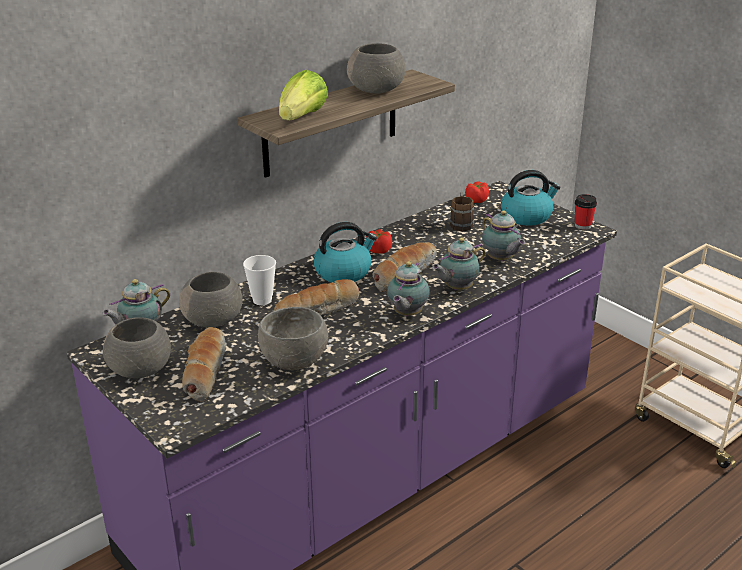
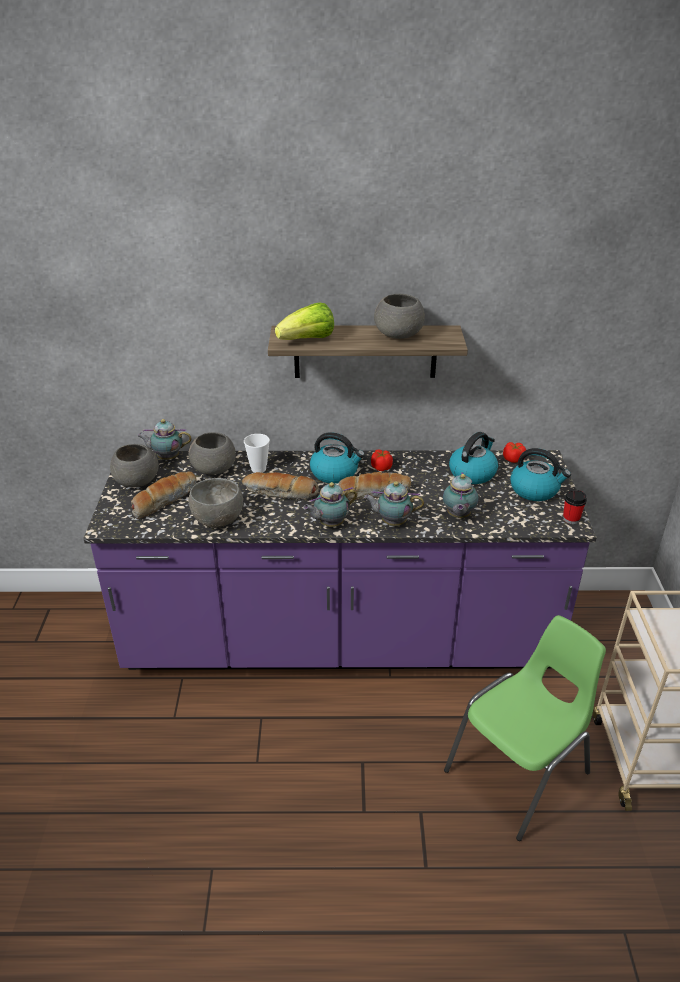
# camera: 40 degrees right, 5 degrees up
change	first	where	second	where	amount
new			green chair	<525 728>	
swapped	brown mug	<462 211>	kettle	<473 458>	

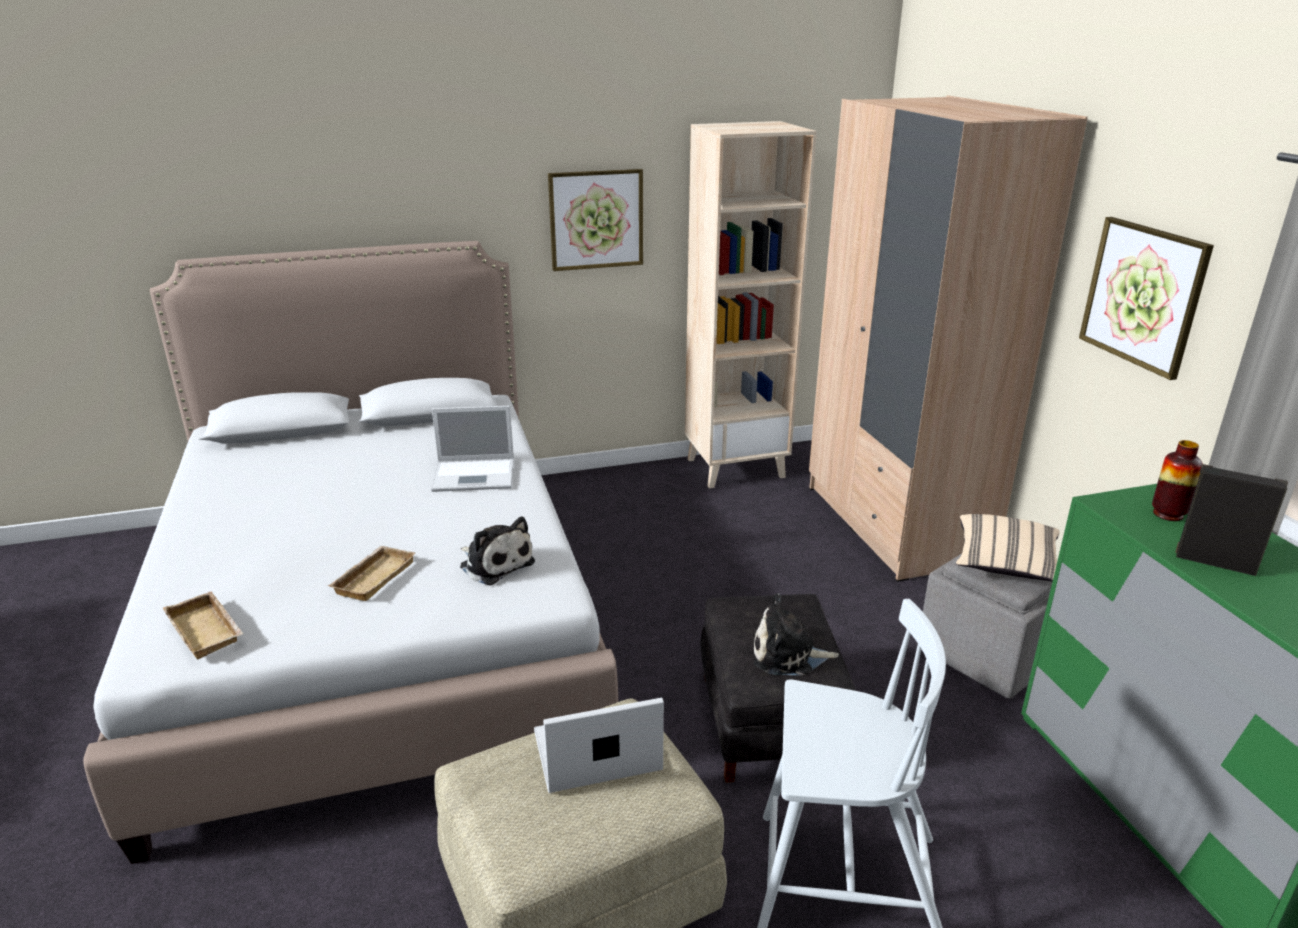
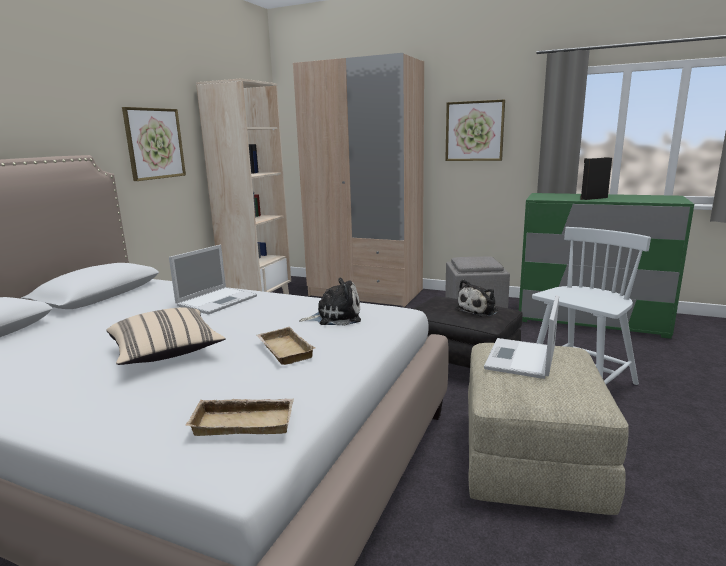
# camera: 50 degrees left, 10 degrees down
change	first	where	second	where	amount
gone	vase	<1177 480>			
shifted	beige pillow	<1008 548>		<165 336>	

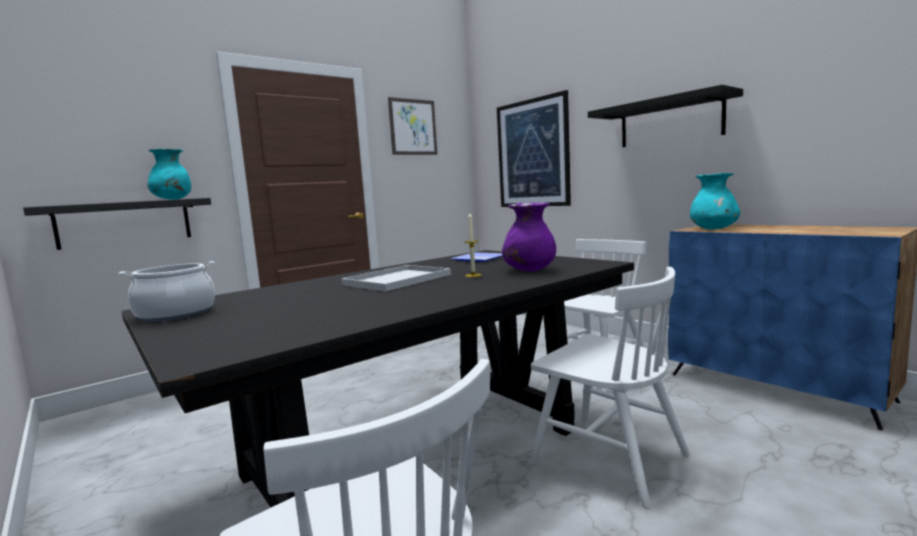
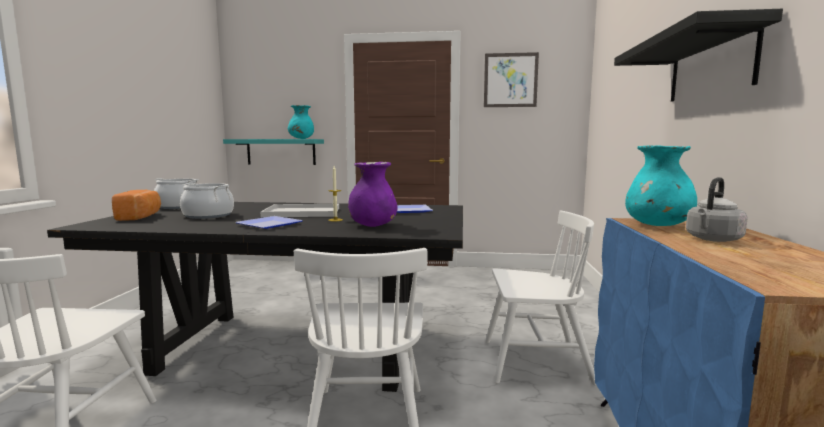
# camera: 45 degrees right, 0 degrees up
change	first	where	second	where	amount
gone	picture	<534 148>			
new			bread	<136 205>	
new			cooking pot	<207 201>	
new			plate	<269 222>	
new			grey kettle	<717 209>	
repainted	black shelf	<117 224>	turquoise shelf	<273 152>	

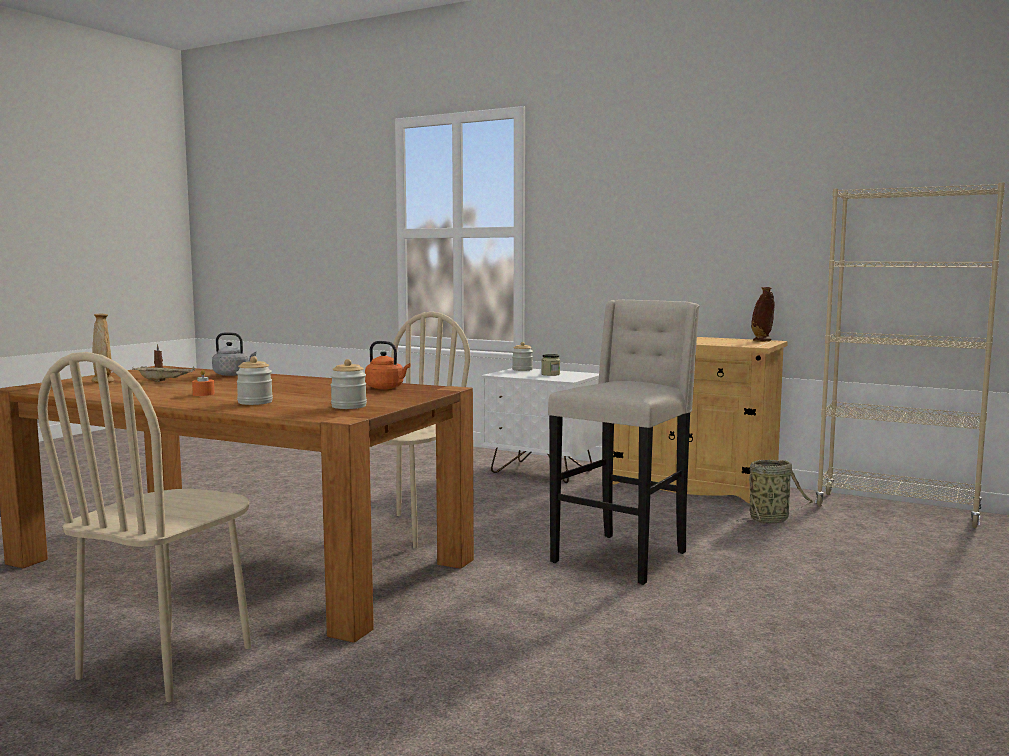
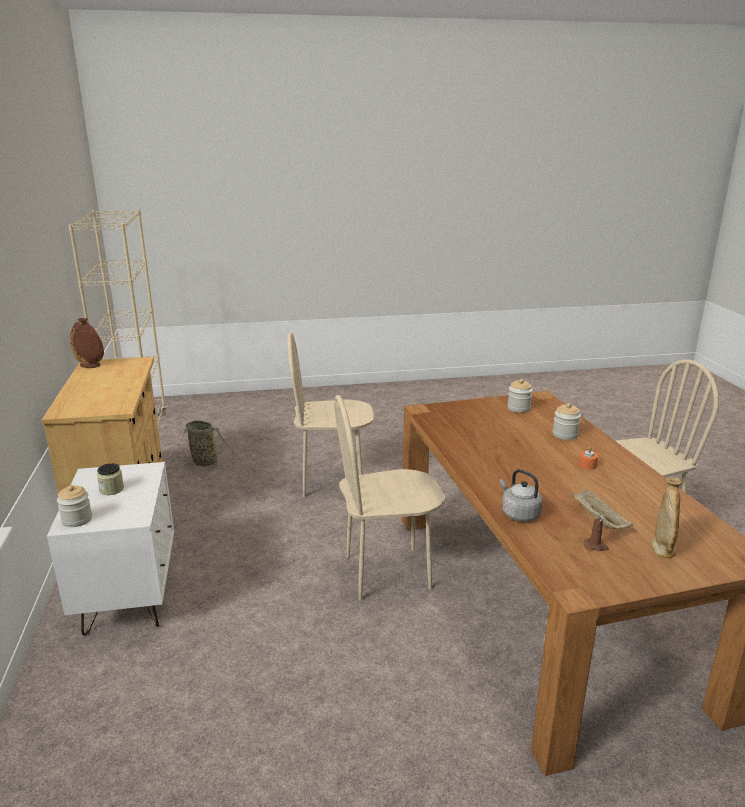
# camera: 130 degrees left, 15 degrees up
change	first	where	second	where	amount
gone	orange kettle	<387 365>			
swapped	beige stool	<624 442>	beige chair	<330 414>	

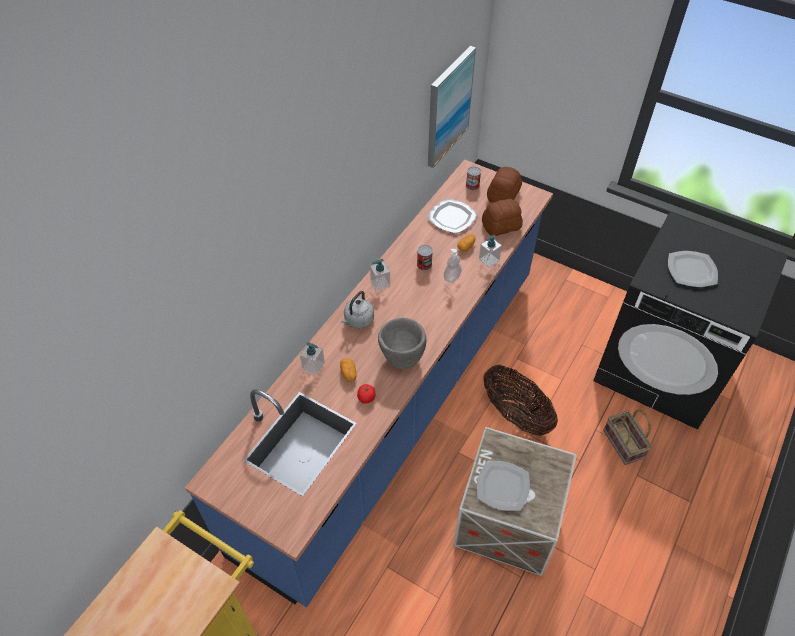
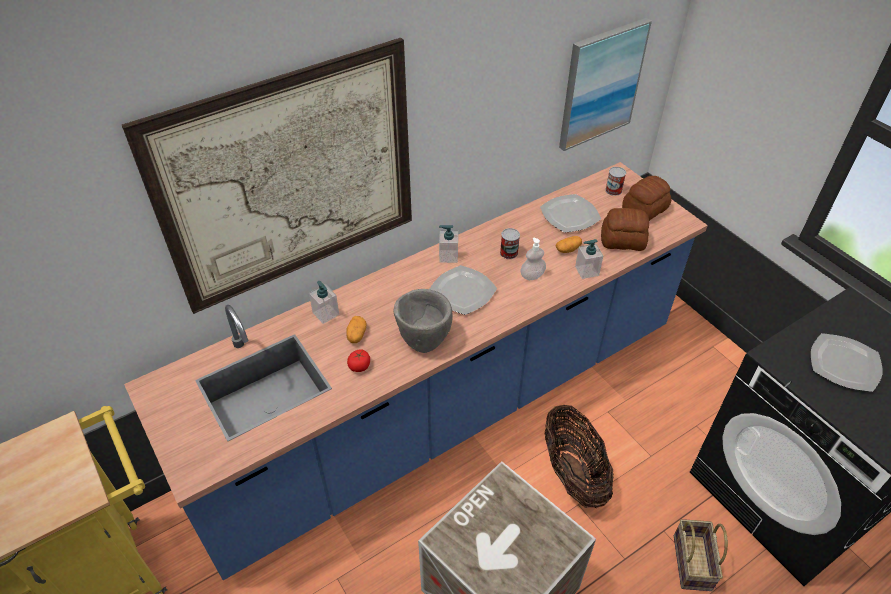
# camera: 25 degrees right, 5 degrees down
change	first	where	second	where	amount
gone	grey kettle	<357 310>			
new			picture	<267 176>	
shifted	plate	<503 486>		<463 290>	

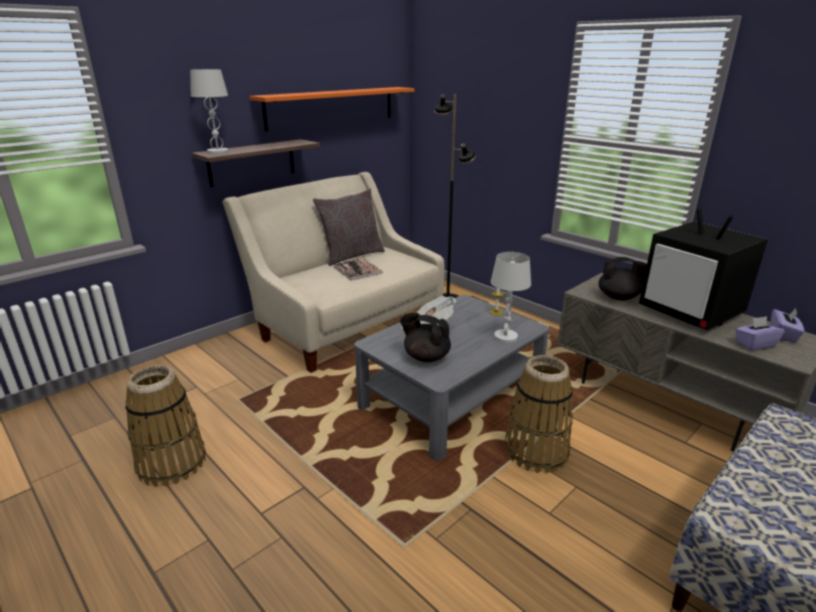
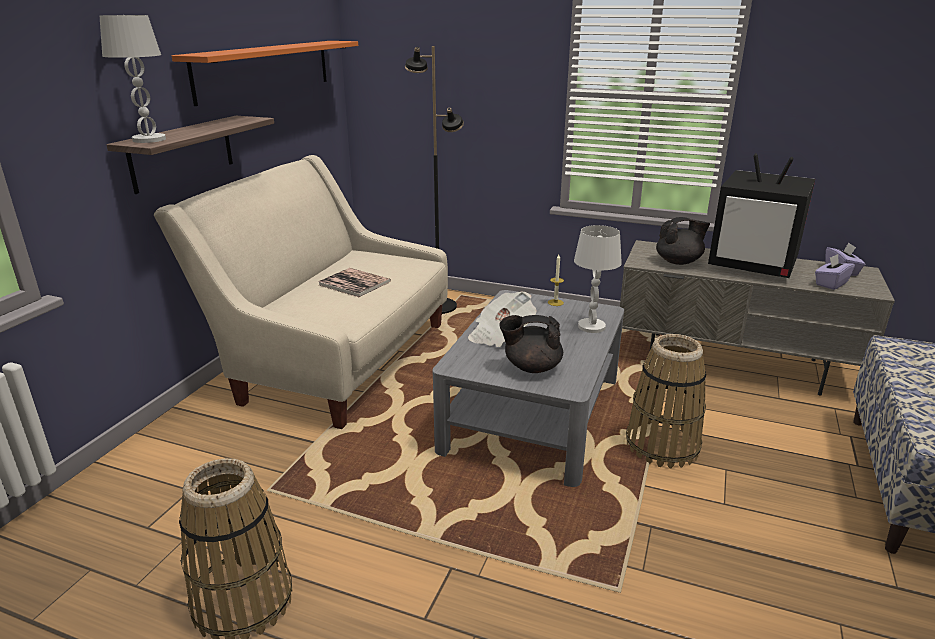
# camera: 25 degrees left, 0 degrees up
change	first	where	second	where	amount
gone	grey pillow	<349 227>			

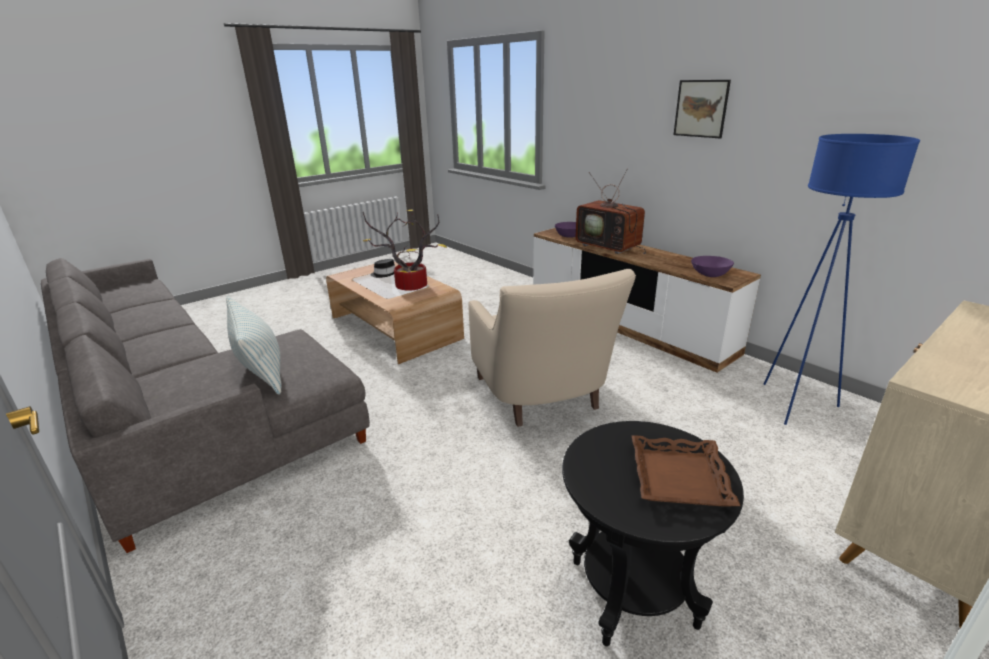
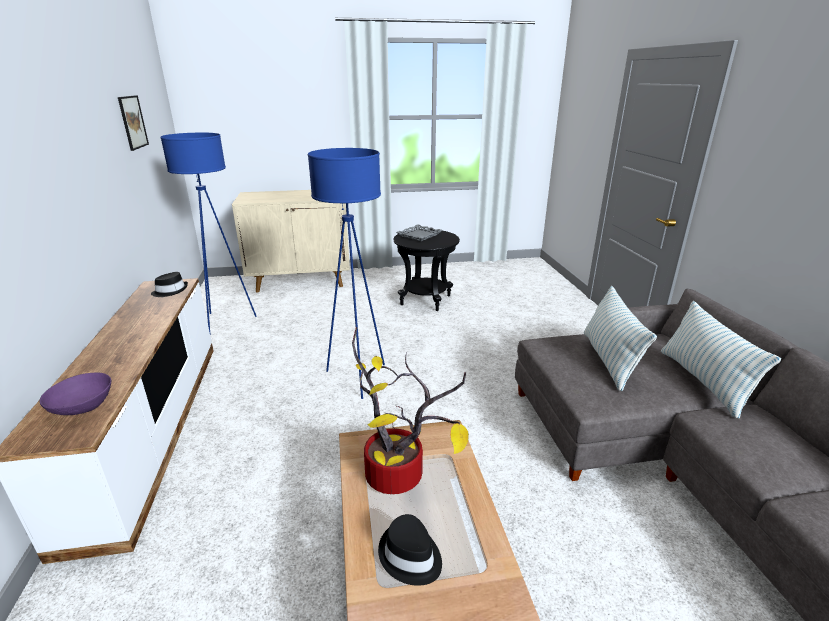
# camera: 150 degrees left, 0 degrees up
change	first	where	second	where	amount
gone	television	<611 211>			
new			pillow	<721 360>	
shifted	picture	<702 109>		<133 123>	
swapped	beige armchair	<552 348>	blue floor lamp	<346 273>	
swapped	purple bowl	<712 266>	black hat	<169 284>	
repainted	brown tray	<686 471>	grey tray	<419 232>	

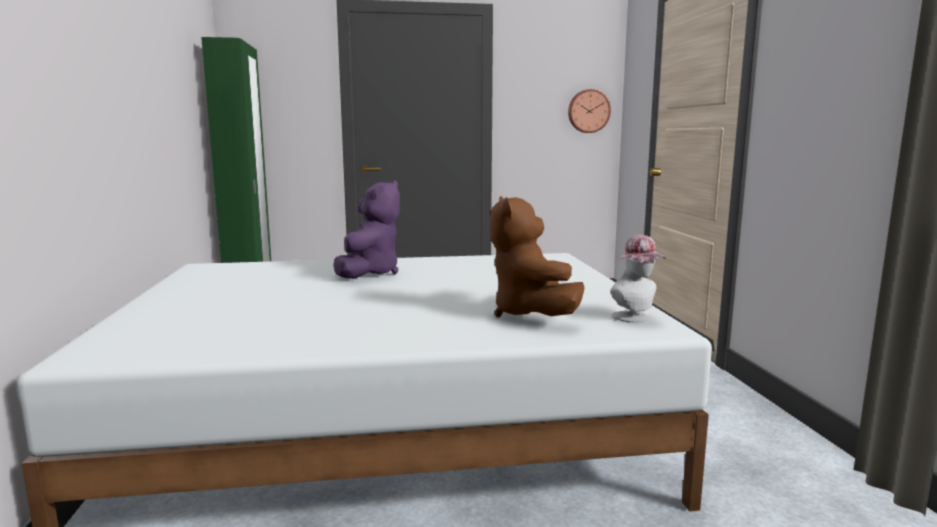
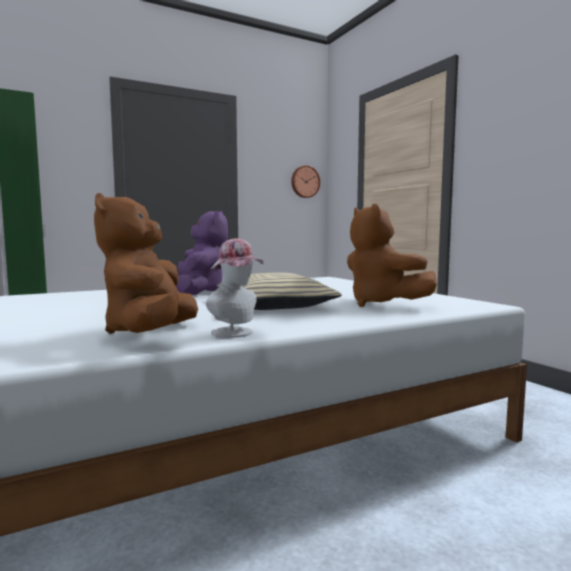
# camera: 20 degrees left, 5 degrees down
change	first	where	second	where	amount
new			brown plush toy	<146 263>	
new			beige pillow	<279 291>	
shifted	hat	<638 279>		<234 288>	

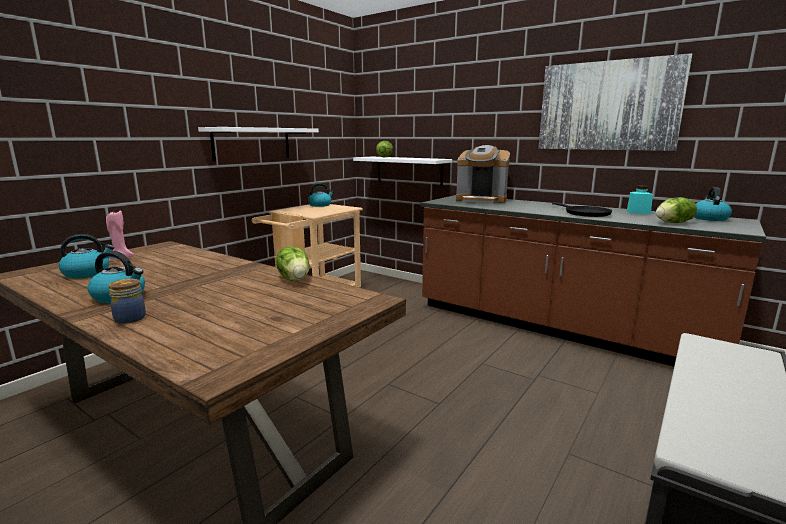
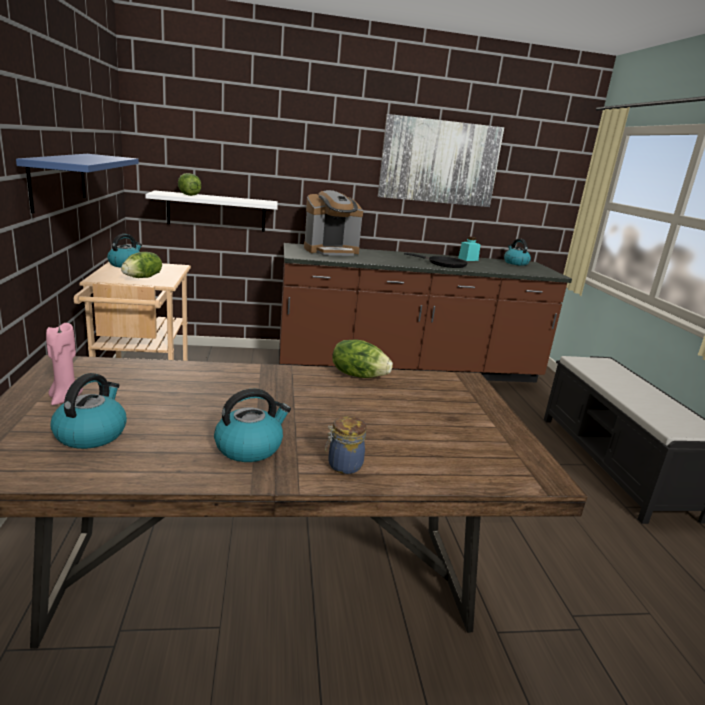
# camera: 45 degrees left, 5 degrees up
change	first	where	second	where	amount
shifted	lettuce	<676 210>		<141 265>	
repainted	white shelf	<258 144>	blue shelf	<77 184>	

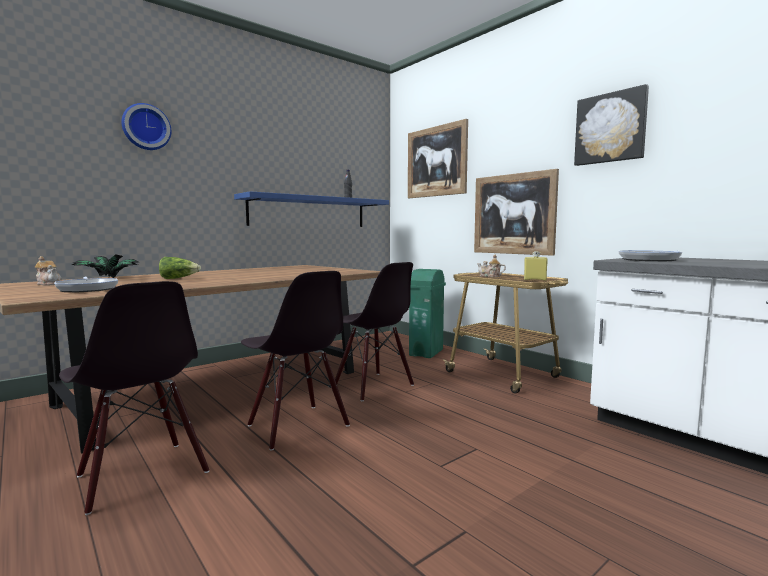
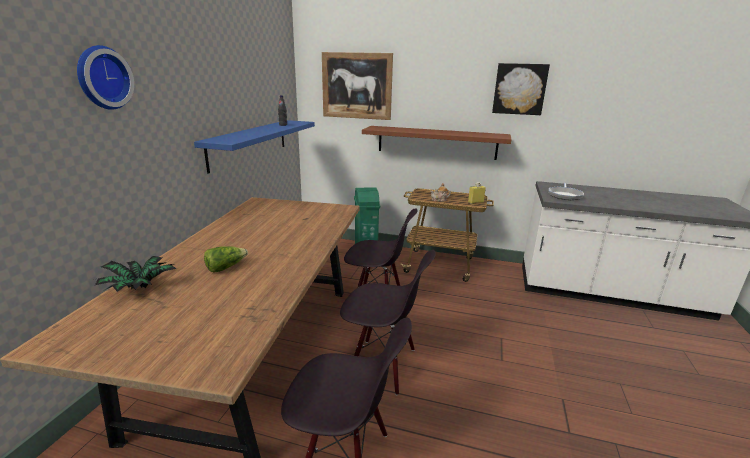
# camera: 35 degrees left, 15 degrees up
change	first	where	second	where	amount
gone	teapot	<48 270>			
gone	frying pan	<86 284>			
swapped	picture	<516 212>	brown shelf	<437 143>	

